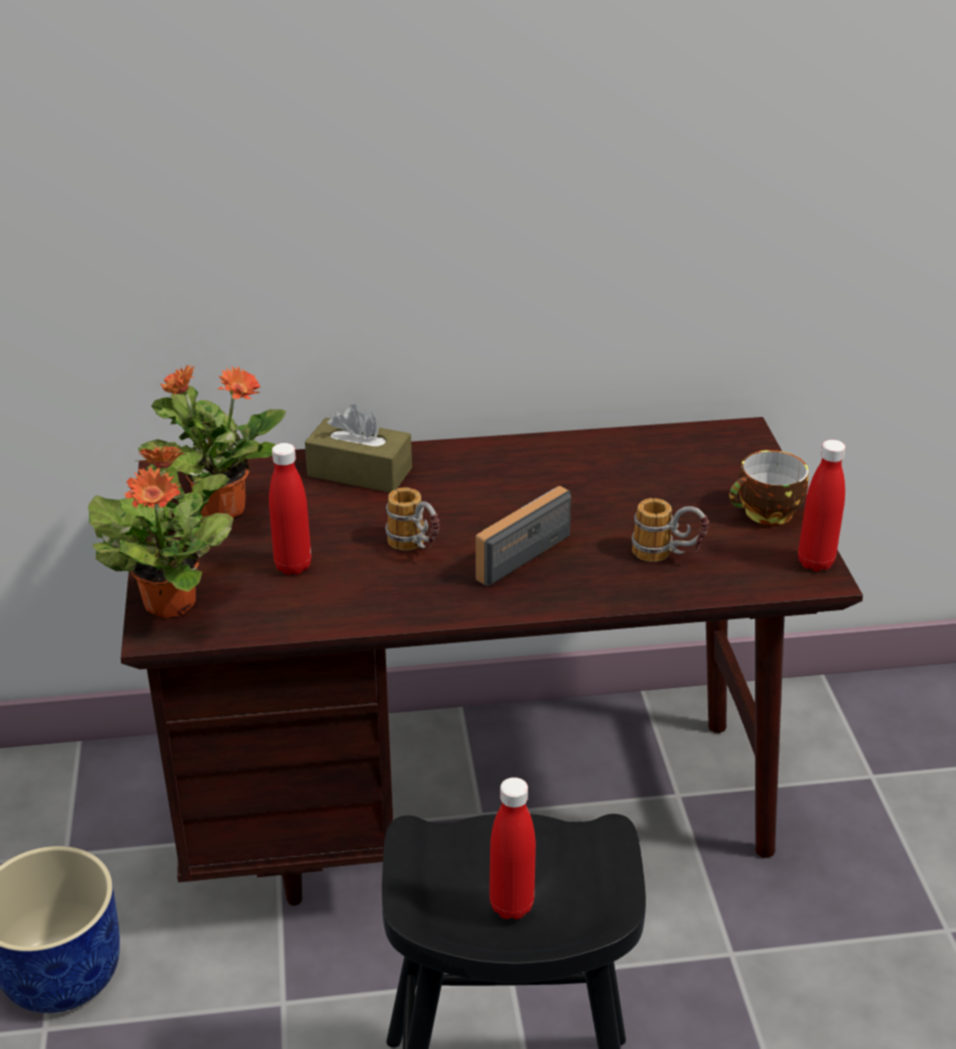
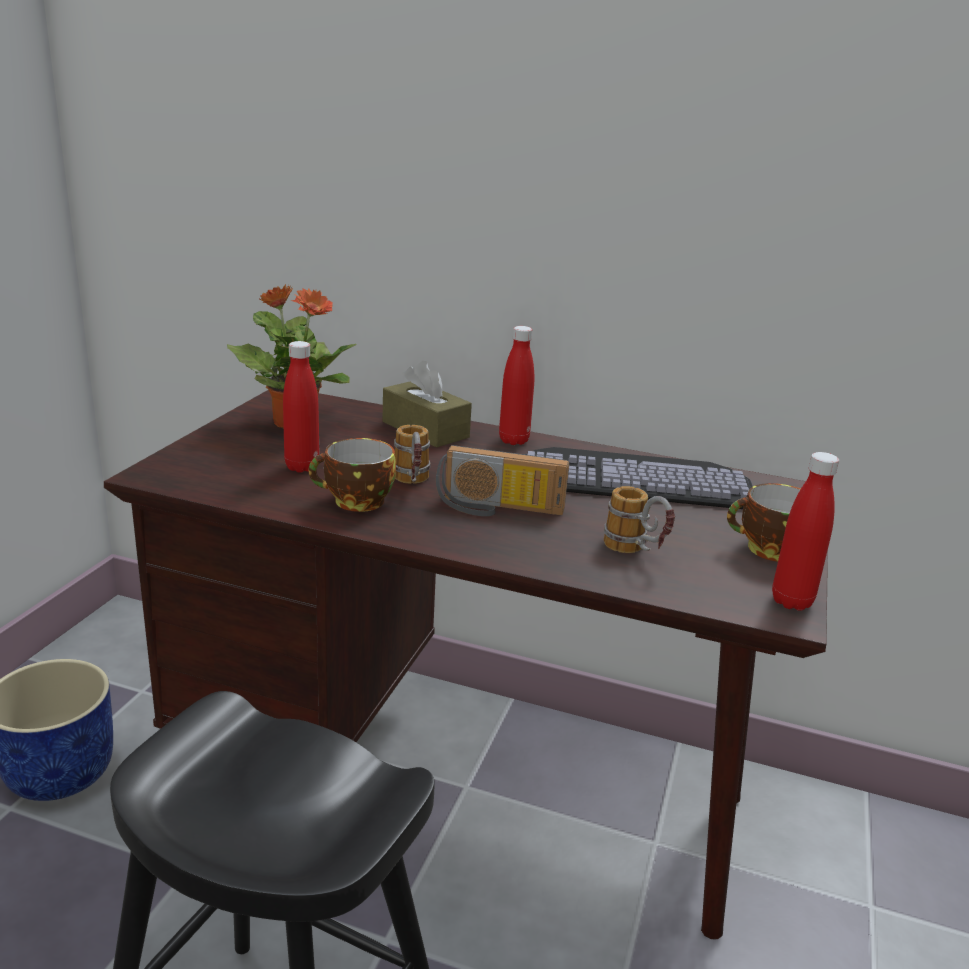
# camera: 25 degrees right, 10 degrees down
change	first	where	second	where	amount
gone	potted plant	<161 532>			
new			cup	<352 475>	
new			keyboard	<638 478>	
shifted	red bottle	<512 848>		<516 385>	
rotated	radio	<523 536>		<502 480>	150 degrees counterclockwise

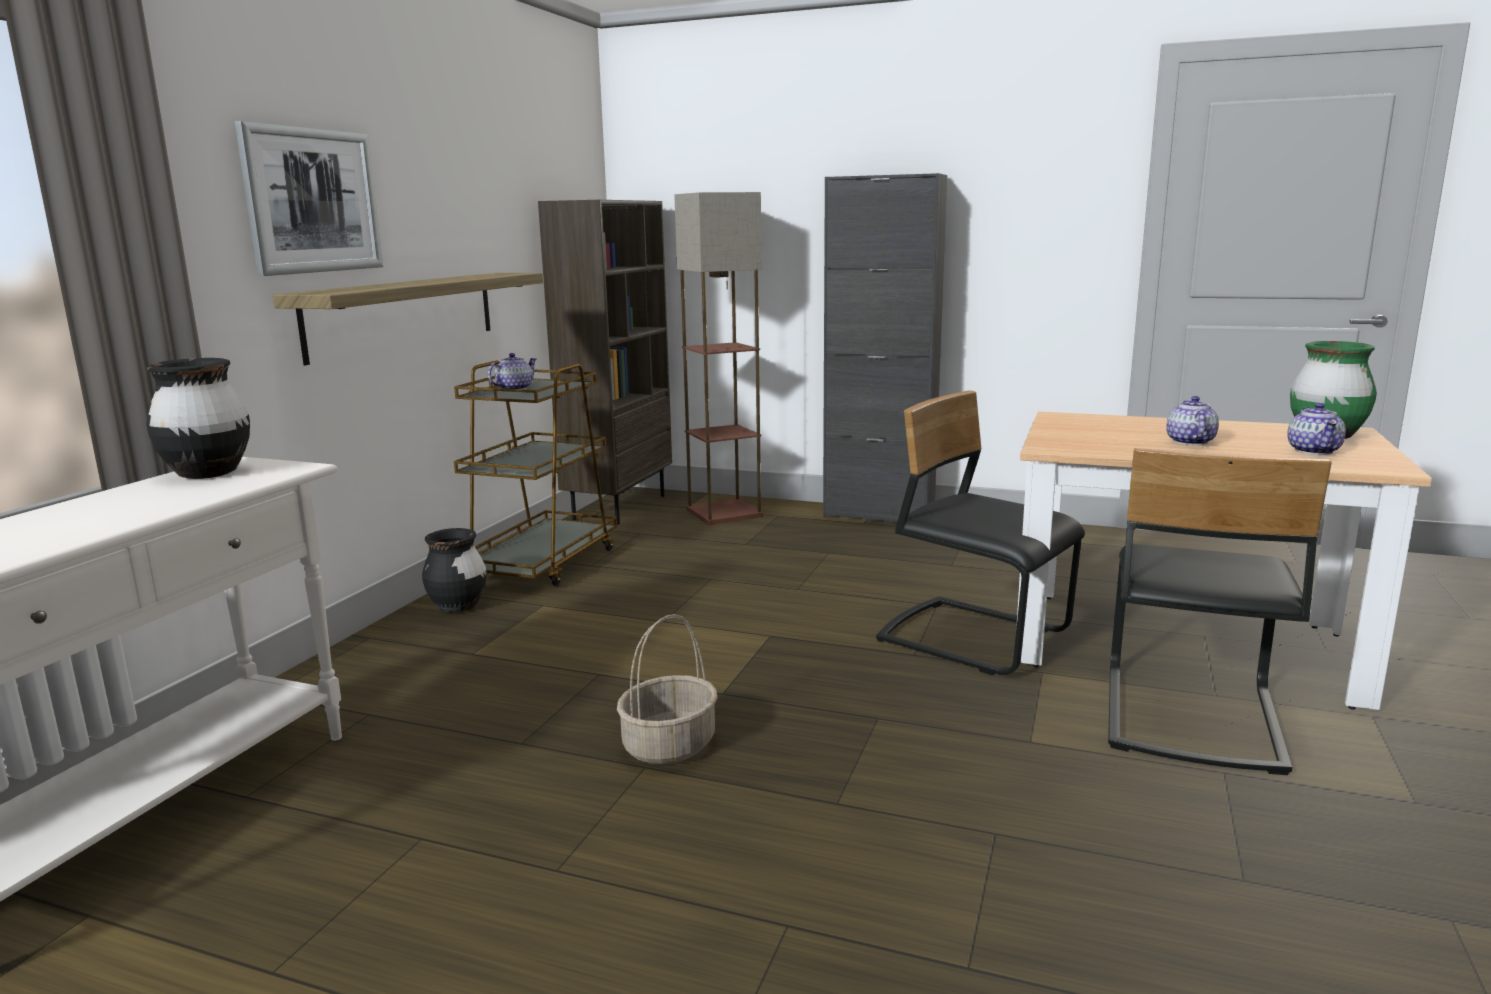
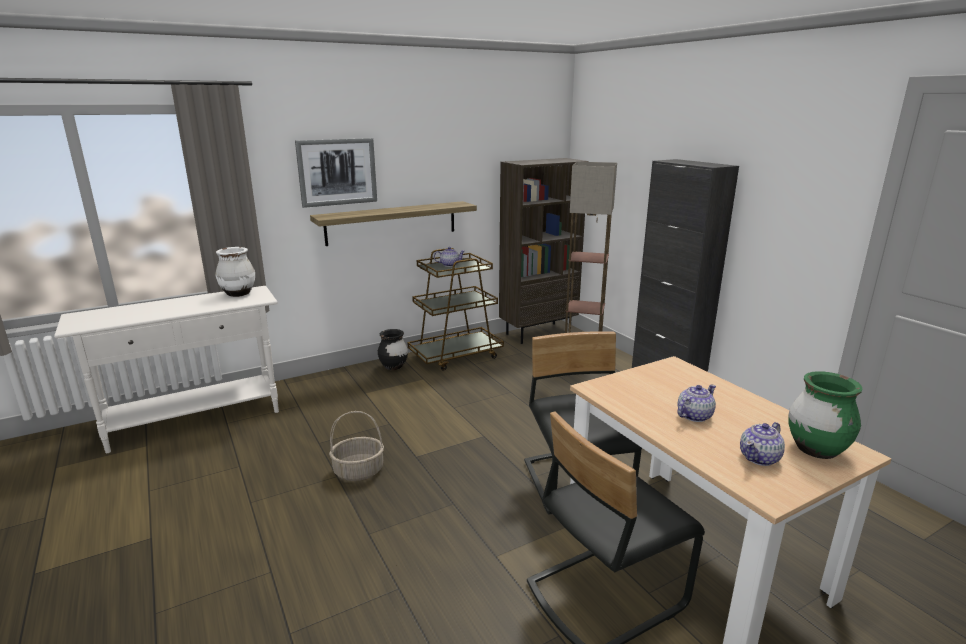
# camera: 40 degrees right, 5 degrees up
change	first	where	second	where	amount
repainted	black vase	<198 418>	white vase	<235 272>	

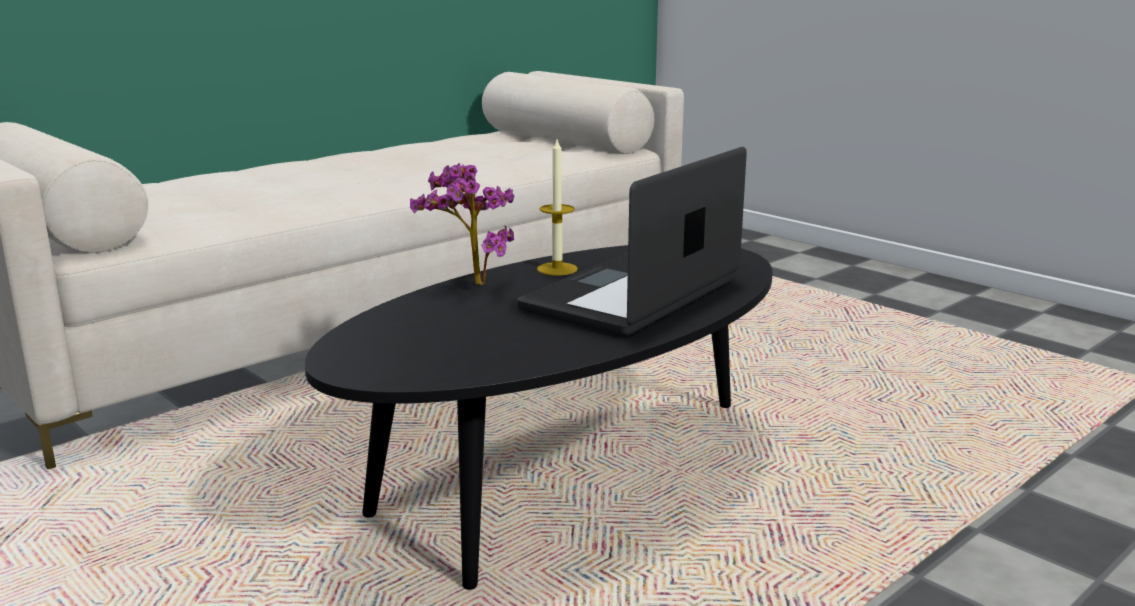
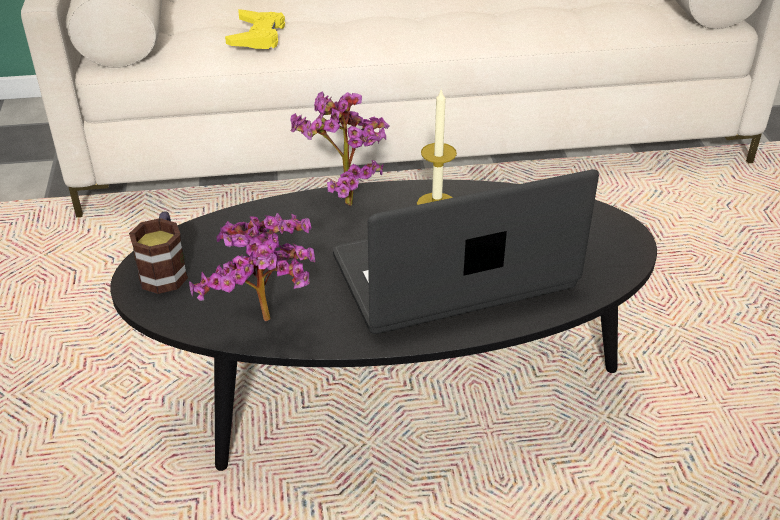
# camera: 35 degrees right, 20 degrees up
change	first	where	second	where	amount
new			mug	<158 252>	
new			potted plant	<252 267>	
new			yellow game controller	<255 29>	

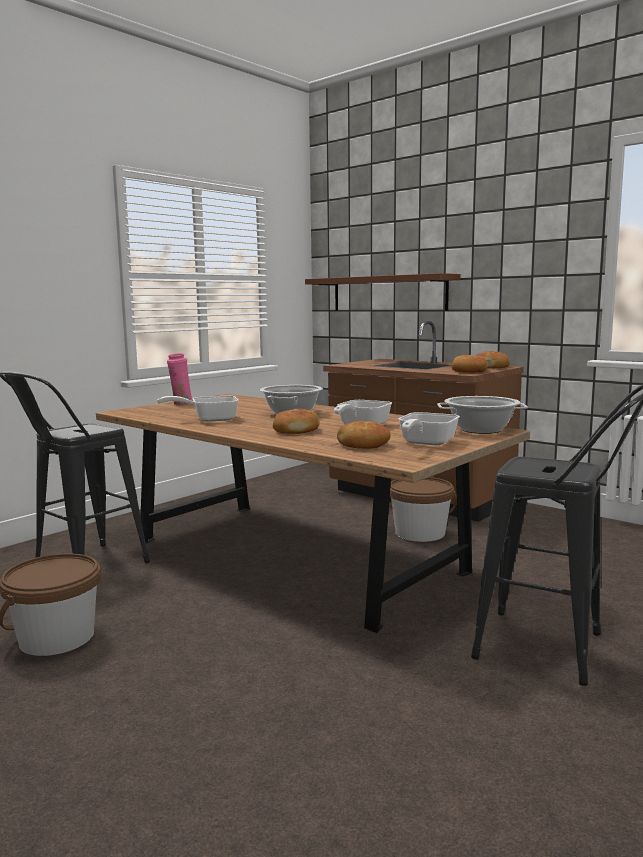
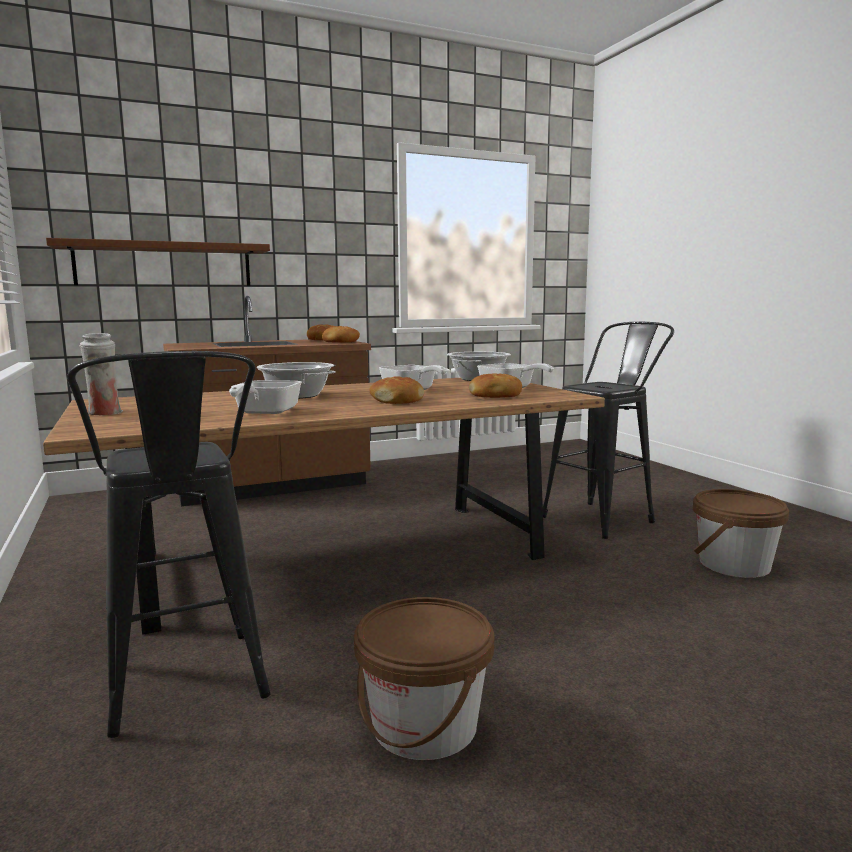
# camera: 65 degrees left, 0 degrees up
change	first	where	second	where	amount
shifted	brown bucket	<423 509>		<741 533>	
repainted	pink vase	<180 379>	white vase	<101 374>	

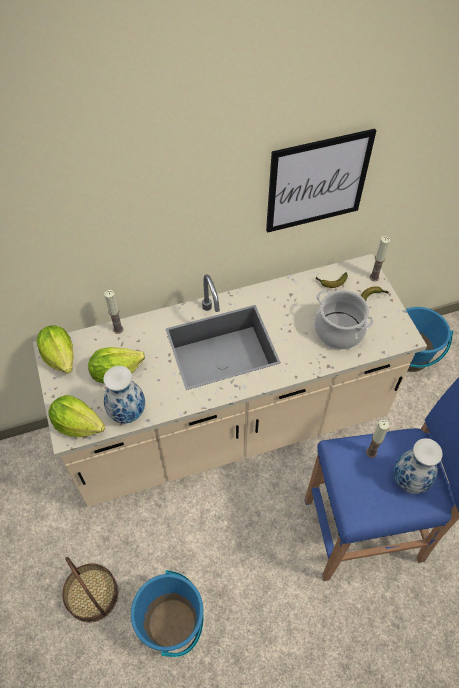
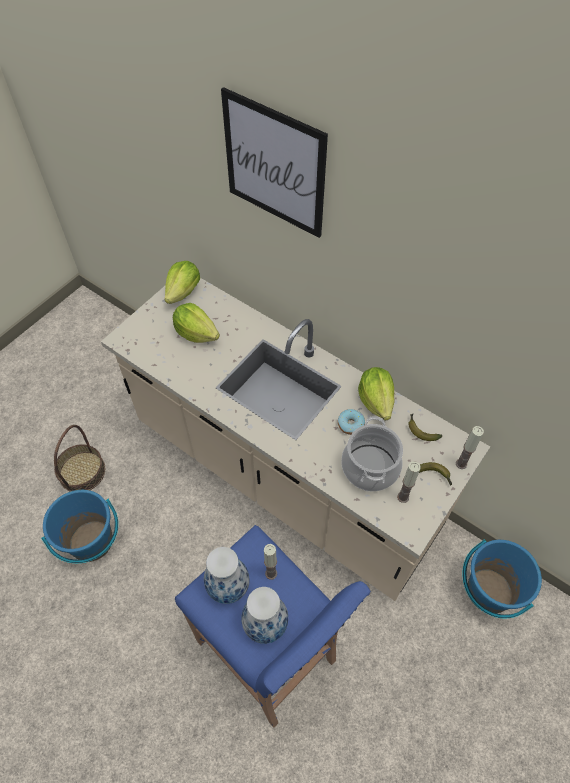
# camera: 55 degrees right, 0 degrees up
change	first	where	second	where	amount
new			donut	<351 422>	
shifted	lettuce	<76 416>		<376 393>	
shifted	vase	<124 395>		<227 575>	
shifted	candle	<114 312>		<409 482>	
shifted	picture	<321 181>		<274 162>	

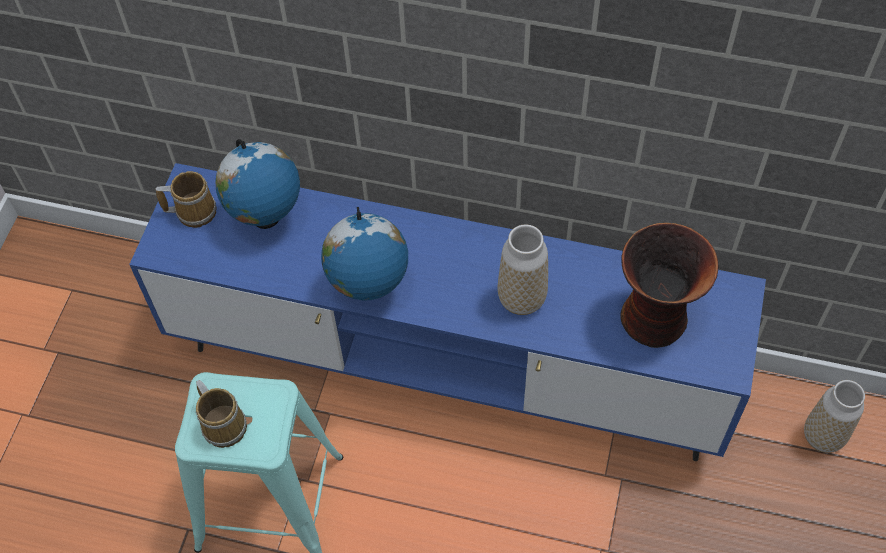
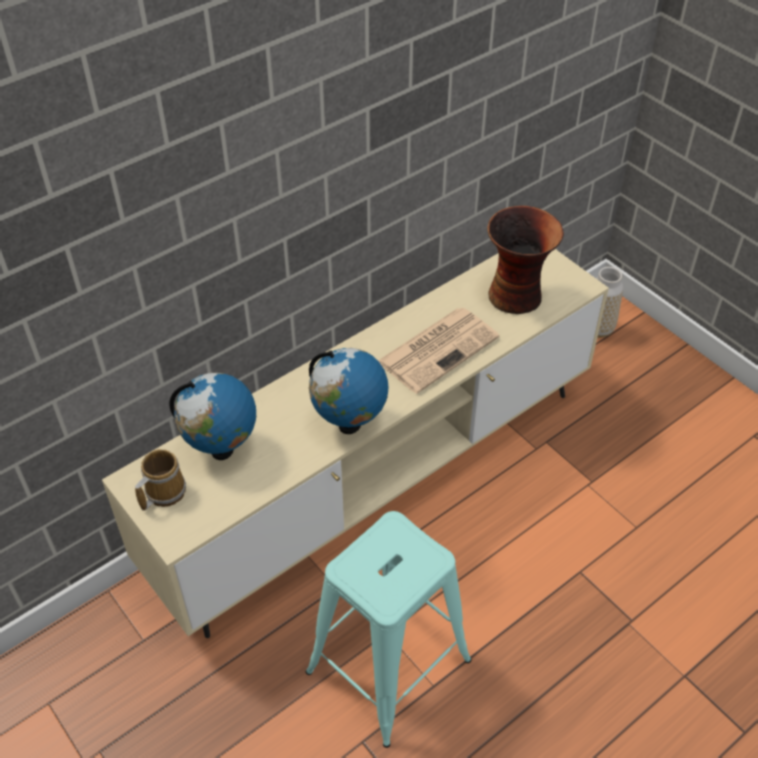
# camera: 55 degrees left, 10 degrees down
change	first	where	second	where	amount
gone	mug	<221 414>			
swapped	vase	<523 269>	newspaper	<438 351>	
repainted	blue tv stand	<447 312>	beige tv stand	<355 443>	

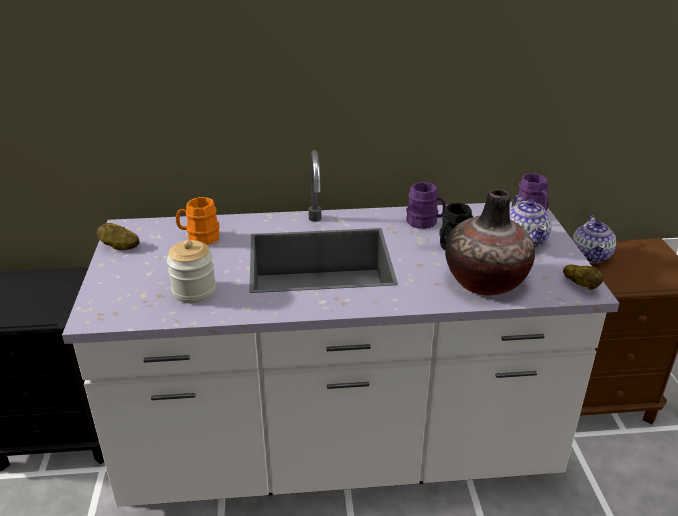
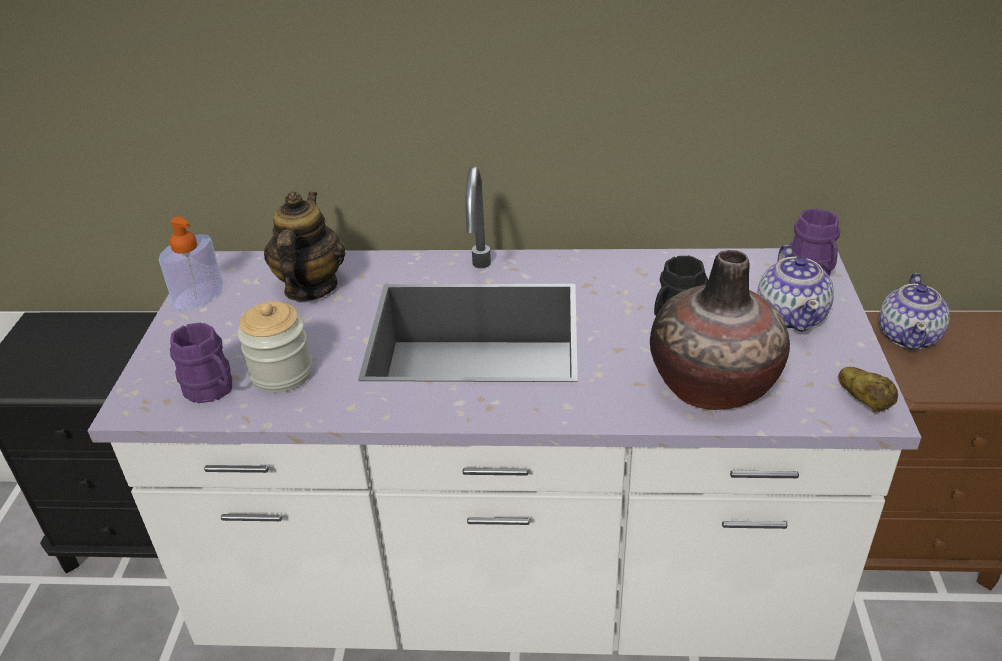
# camera: 10 degrees right, 5 degrees up
change	first	where	second	where	amount
shifted	purple mug	<426 205>		<201 363>	
swapped	potato	<118 236>	soap dispenser	<191 263>	
swapped	orange mug	<197 221>	teapot	<305 246>	

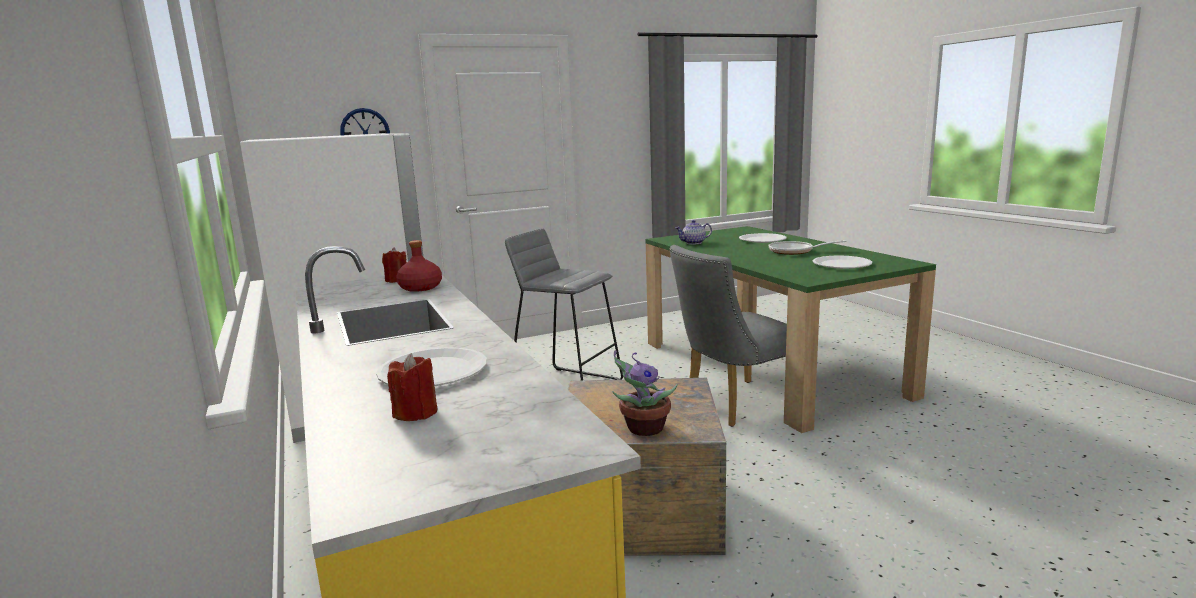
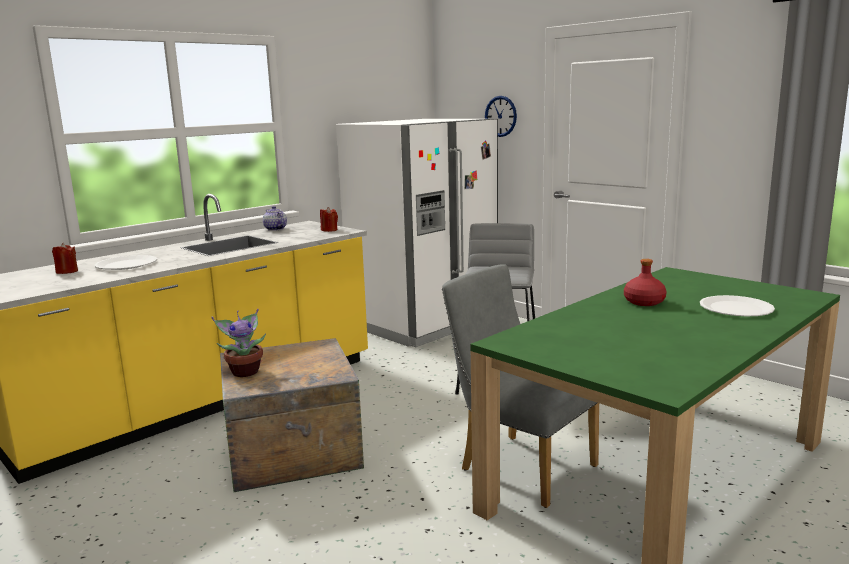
# camera: 70 degrees right, 0 degrees up
change	first	where	second	where	amount
gone	frying pan	<808 247>			
gone	white plate	<842 262>			
shifted	red bottle	<419 266>		<645 282>	
shifted	teapot	<693 232>		<275 218>	

